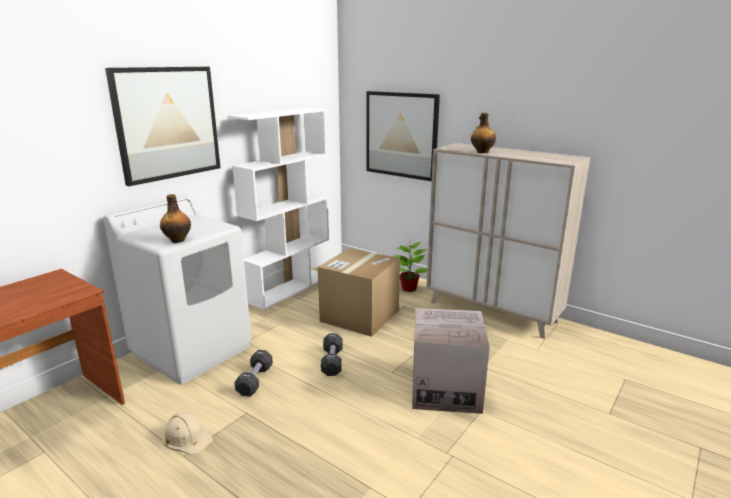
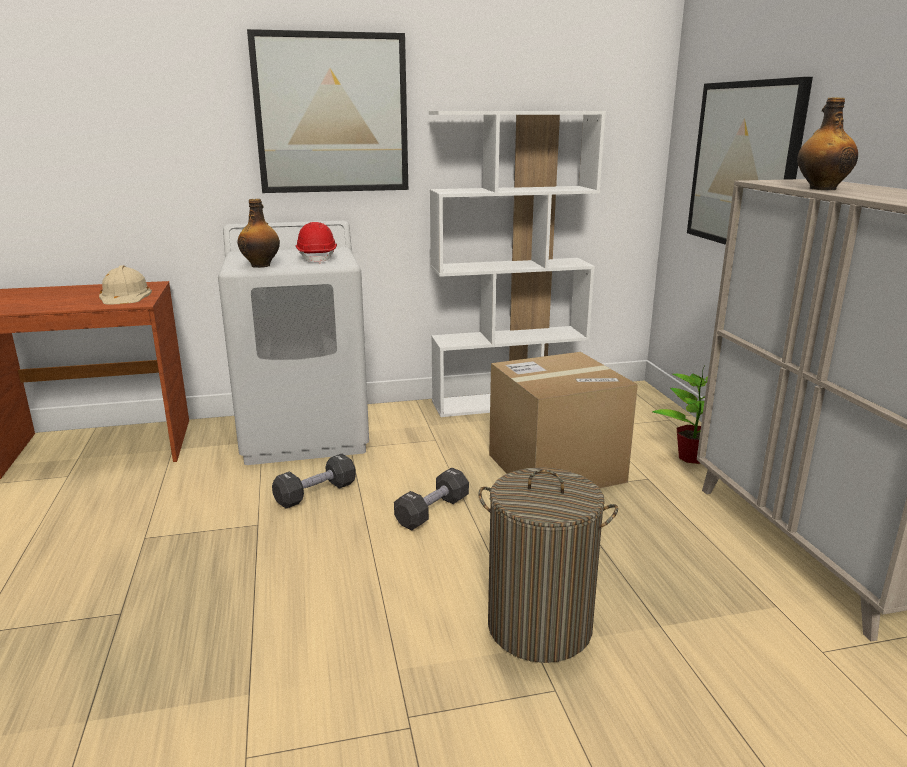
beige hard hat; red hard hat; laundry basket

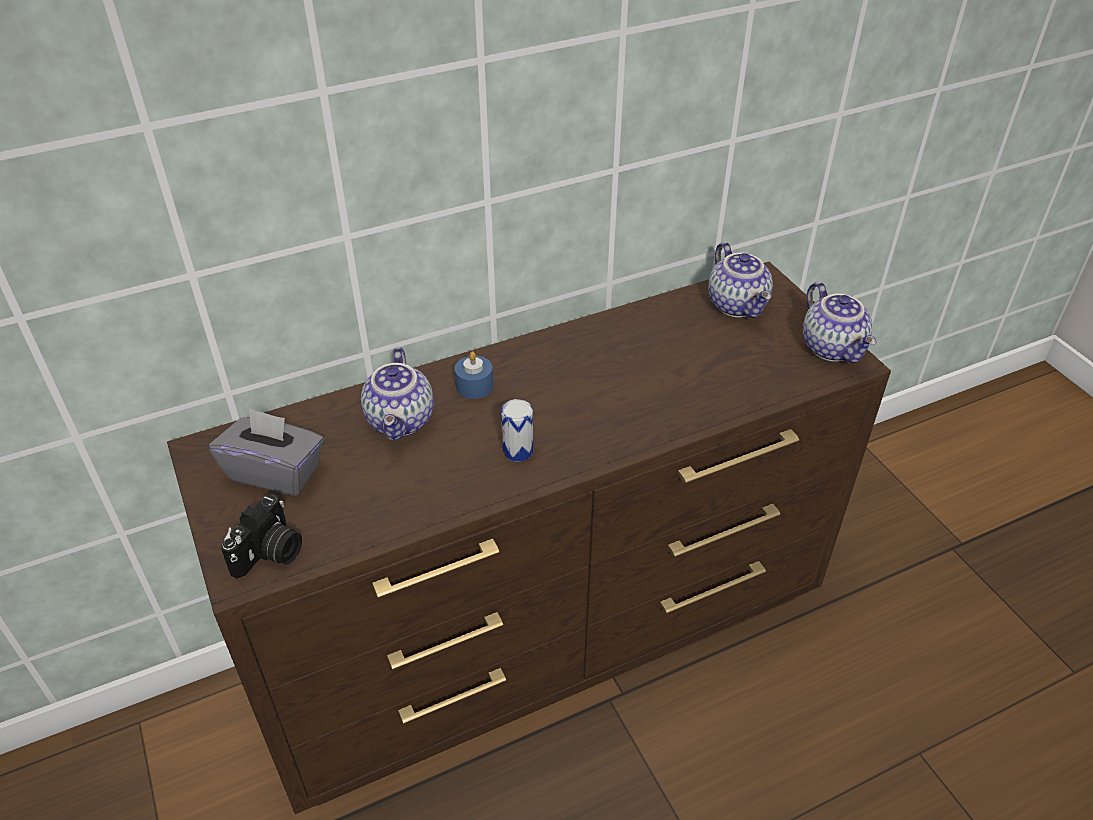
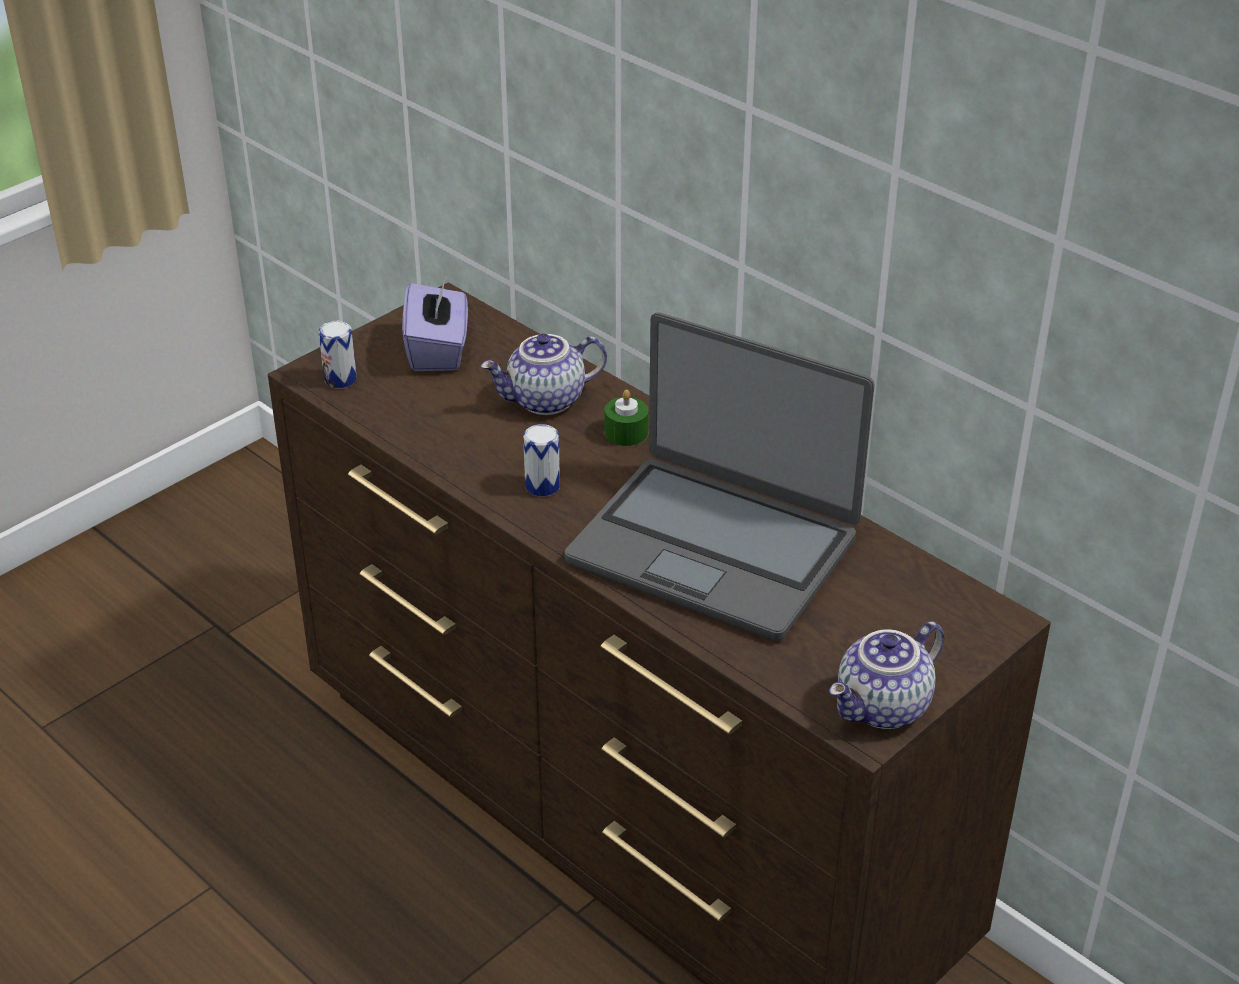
can (no. 1 from left); purple tissue box; laptop; green candle; teapot (no. 2 from left in the first image)

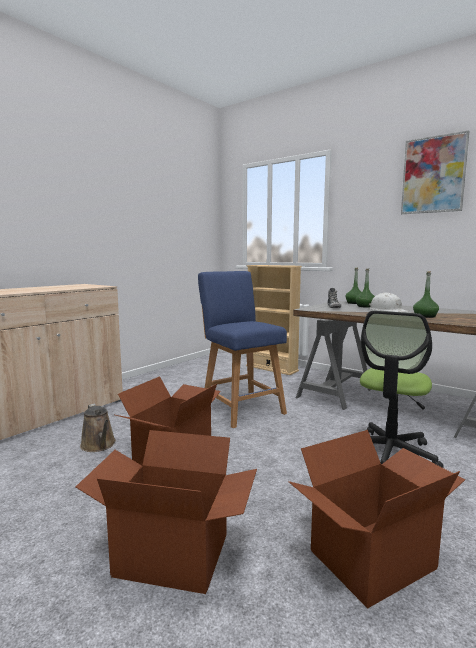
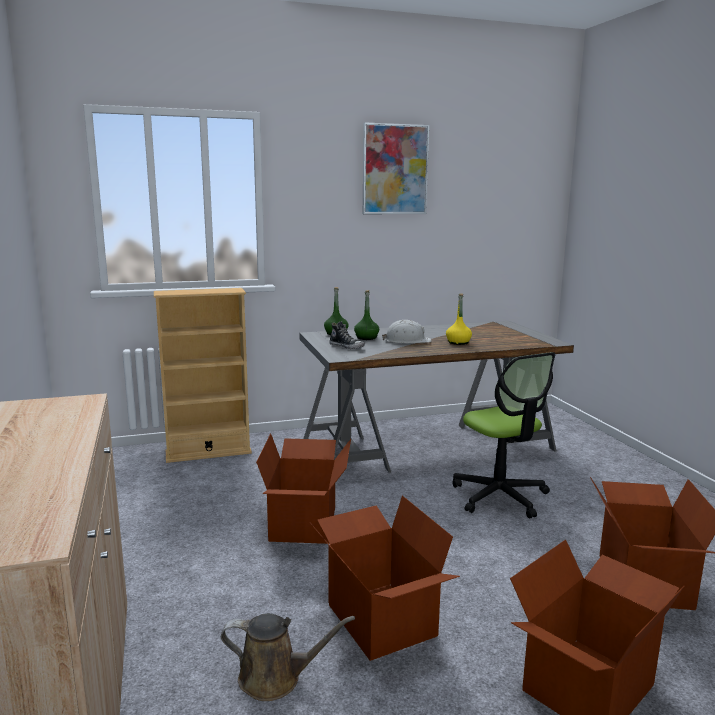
cardboard box (no. 1 from left); yellow bottle

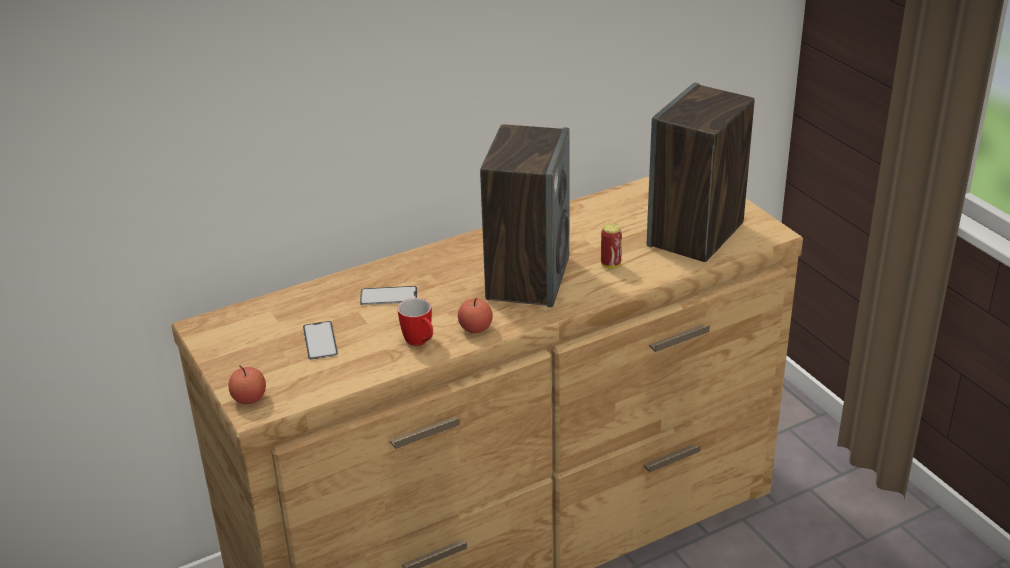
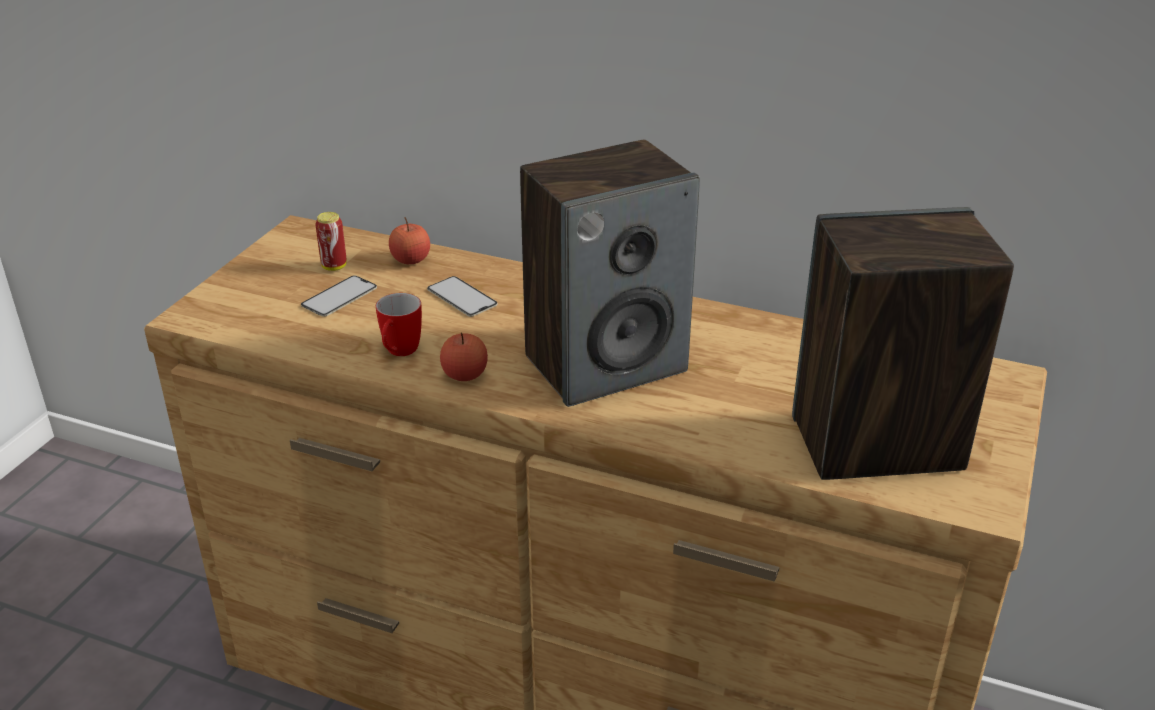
can; apple (no. 1 from left)

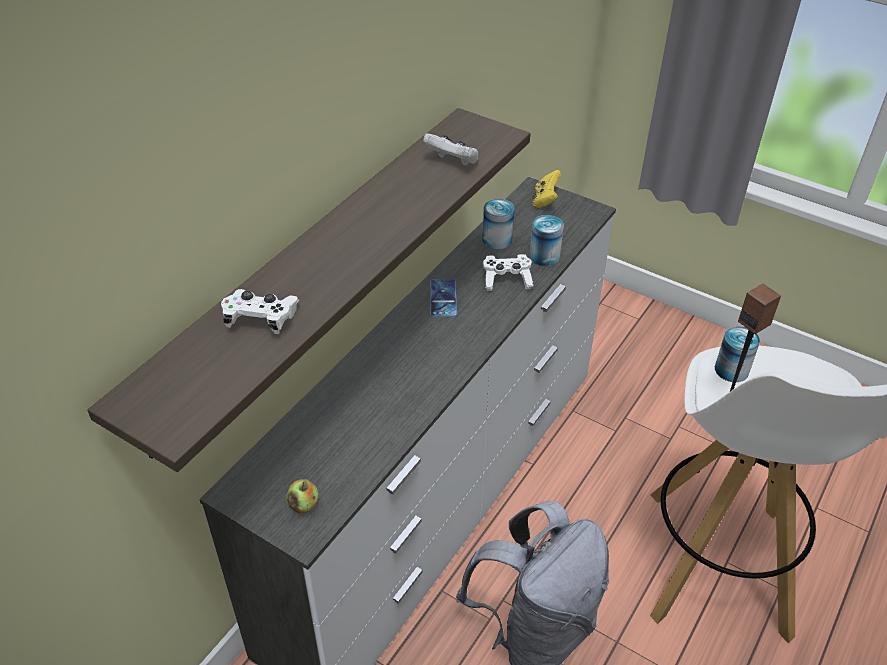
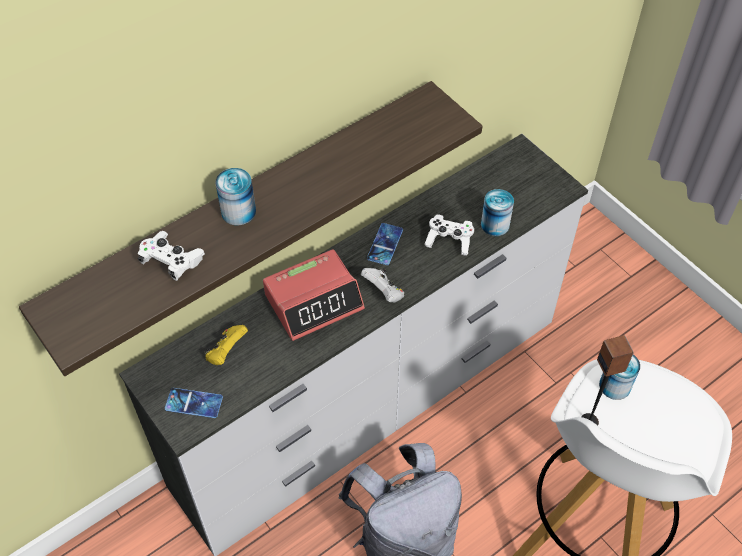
phone (no. 1 from left); yellow game controller; can (no. 1 from left); alarm clock; white game controller (no. 2 from left)

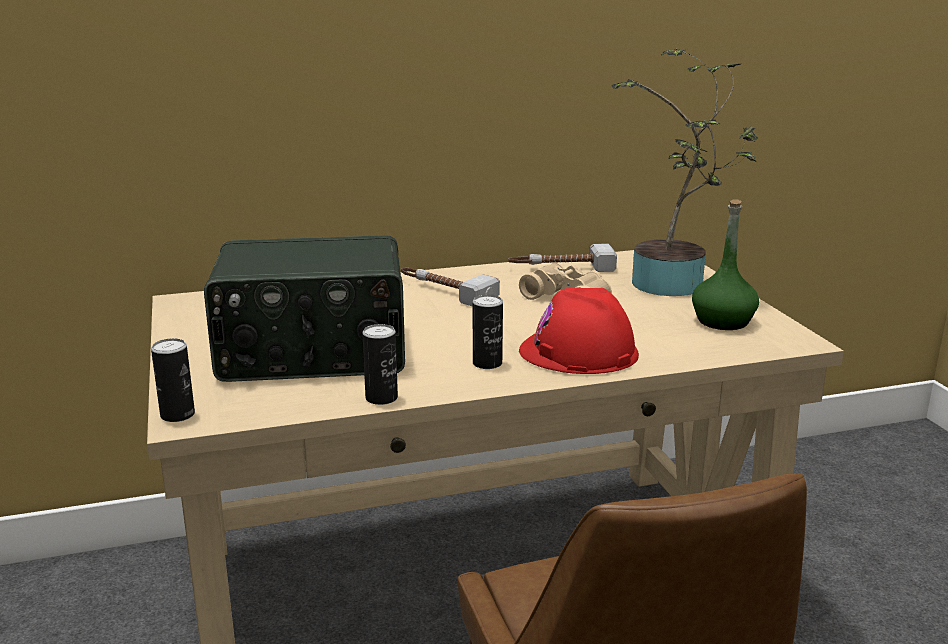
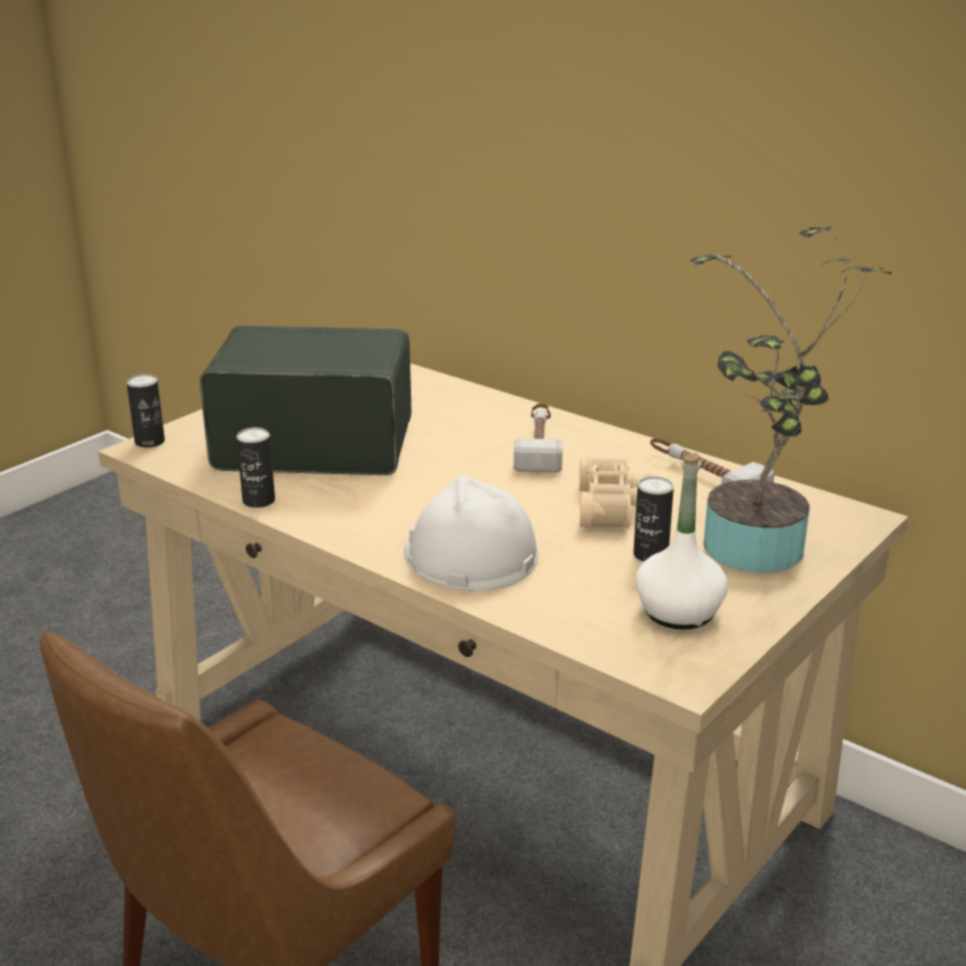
radio; white hard hat; can (no. 3 from left); white bottle

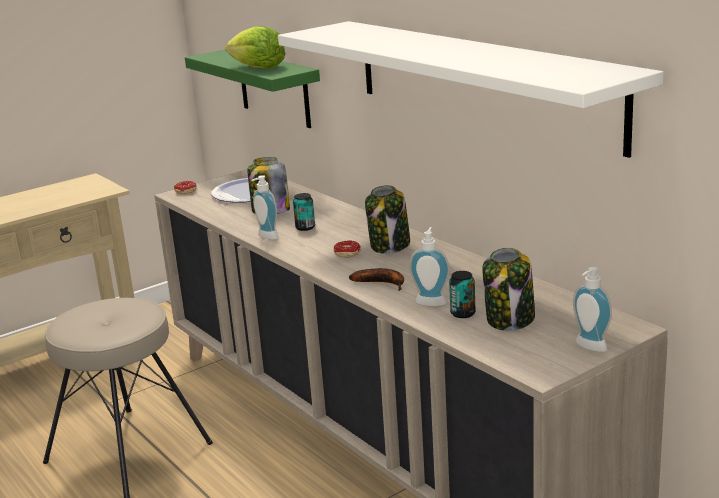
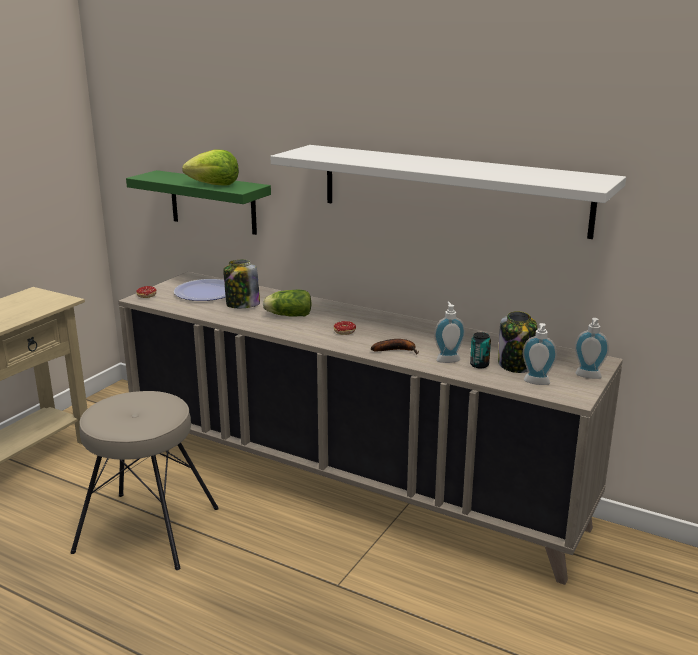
lettuce (no. 2 from left); soap dispenser (no. 2 from left); jar (no. 2 from left in the first image)

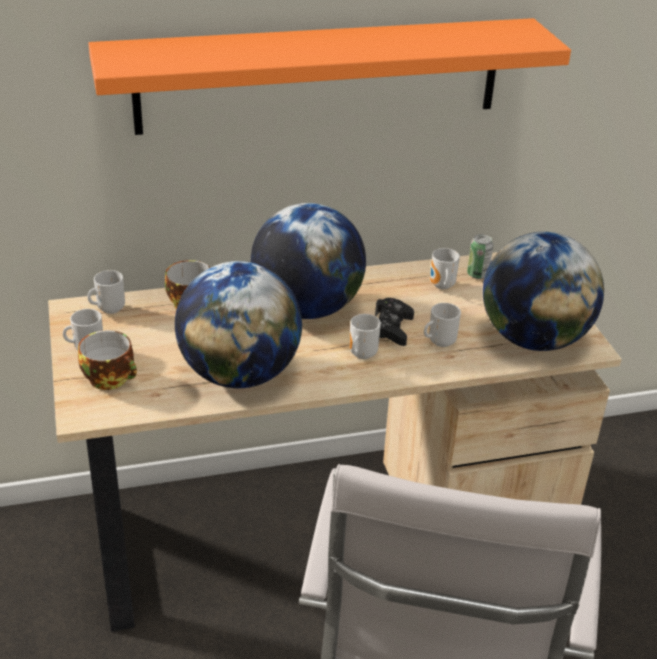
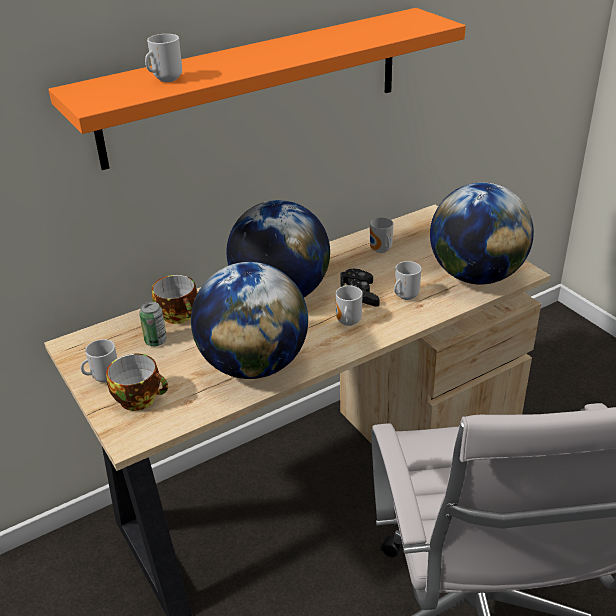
can; mug (no. 2 from left)

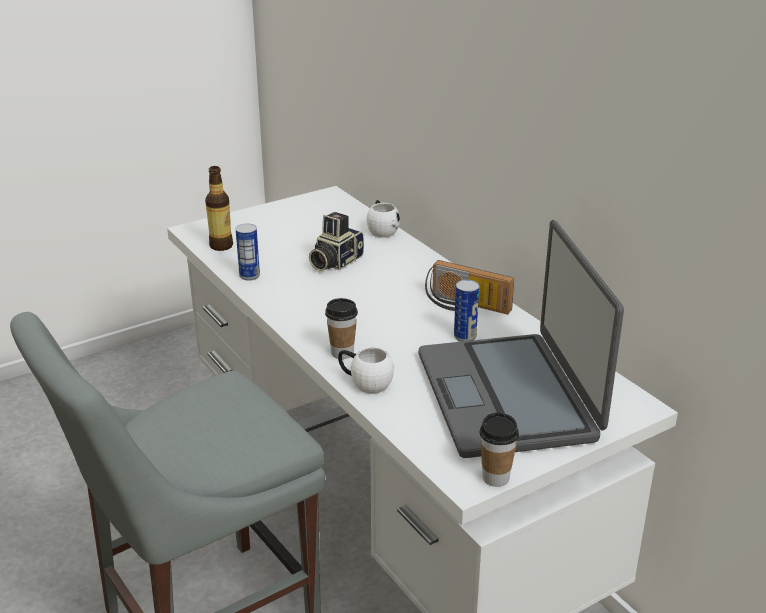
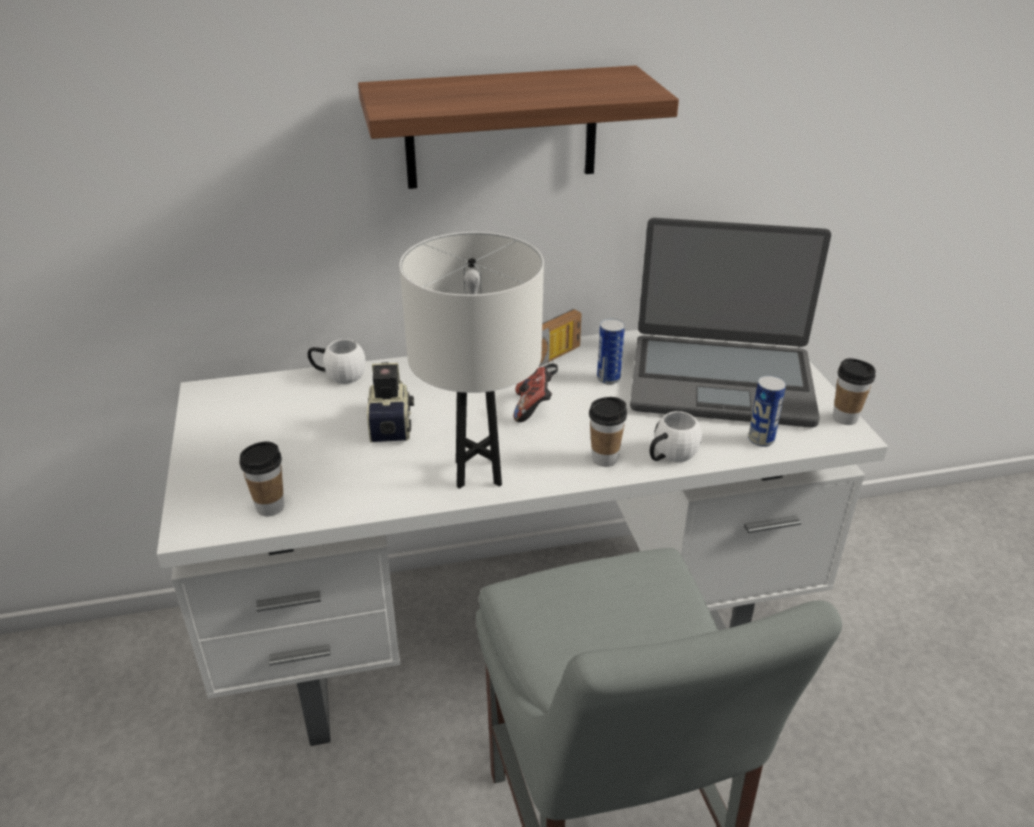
cup (no. 1 from left); shelf; photo camera; white table lamp; game controller; can (no. 2 from left)

